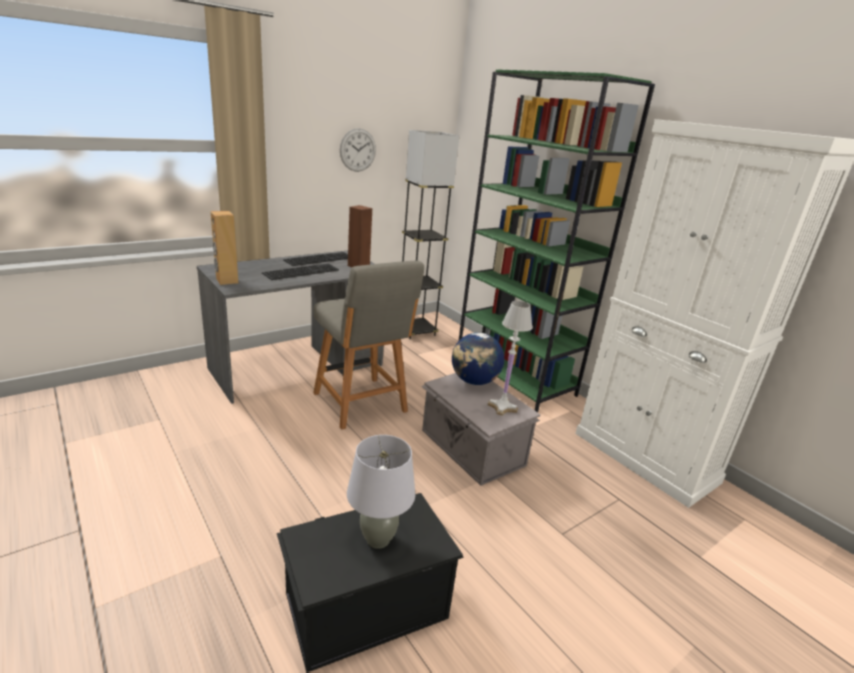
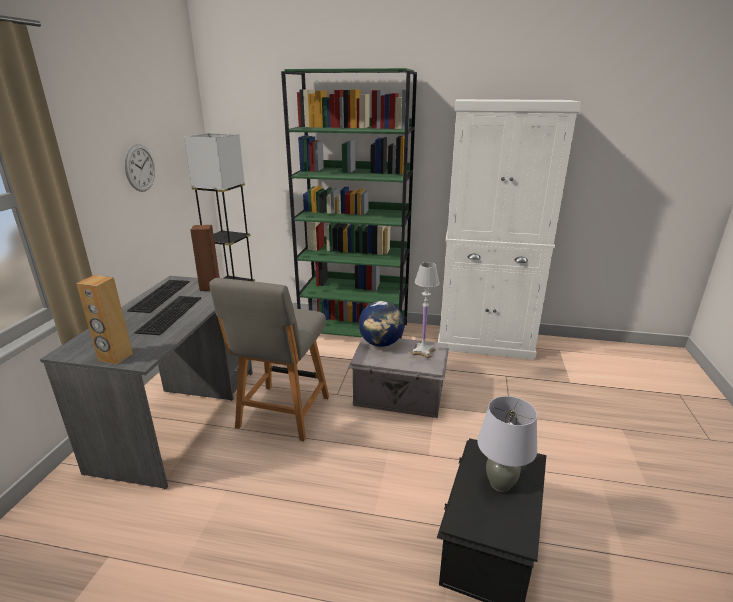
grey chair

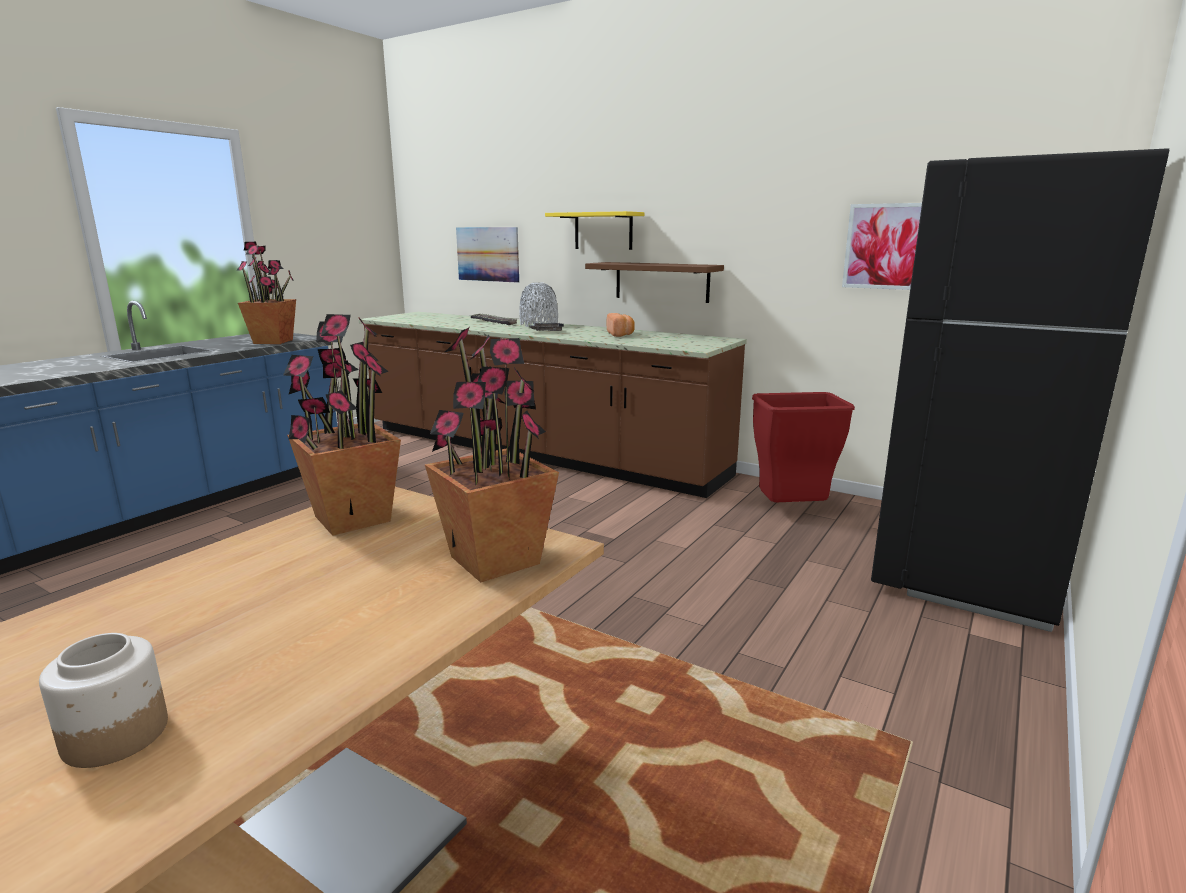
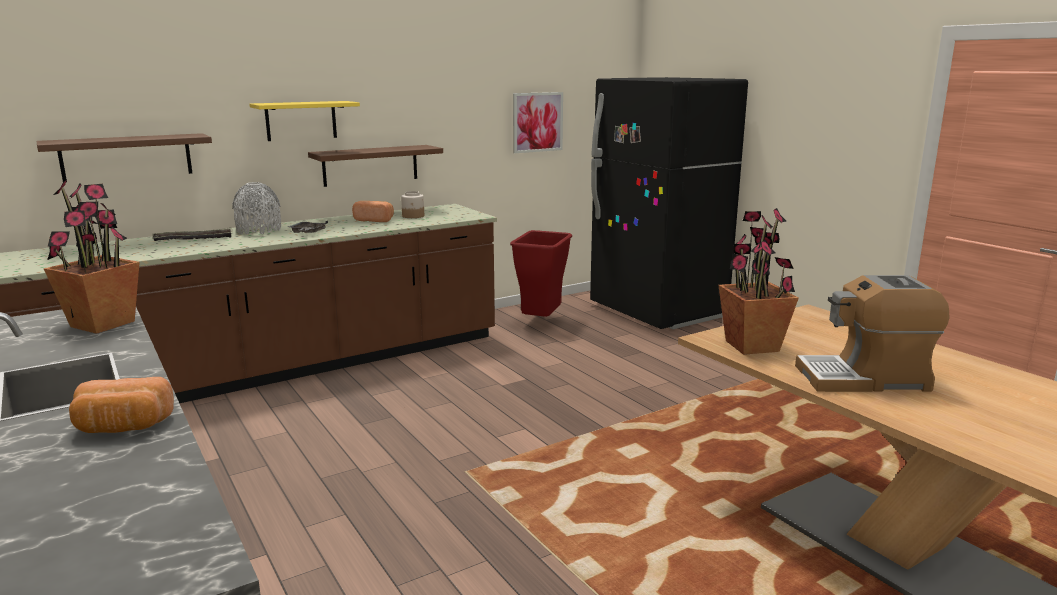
brown shelf (no. 1 from left); bread (no. 1 from left); jar; coffee machine; potted plant (no. 3 from left in the first image)

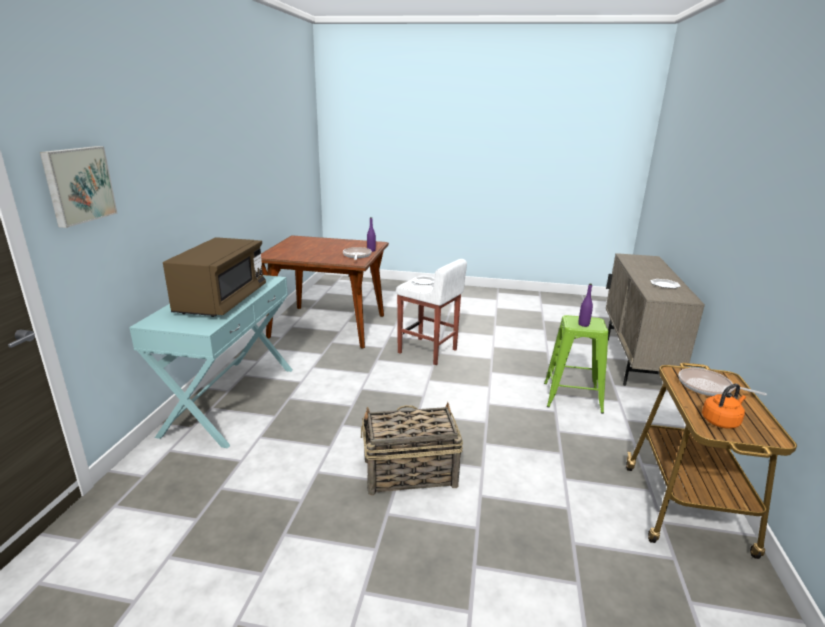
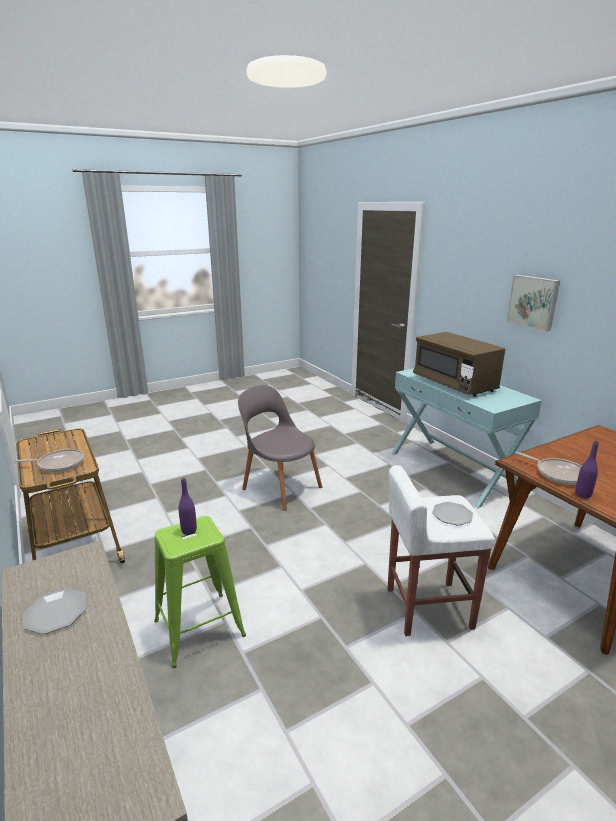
grey chair; picture; orange kettle

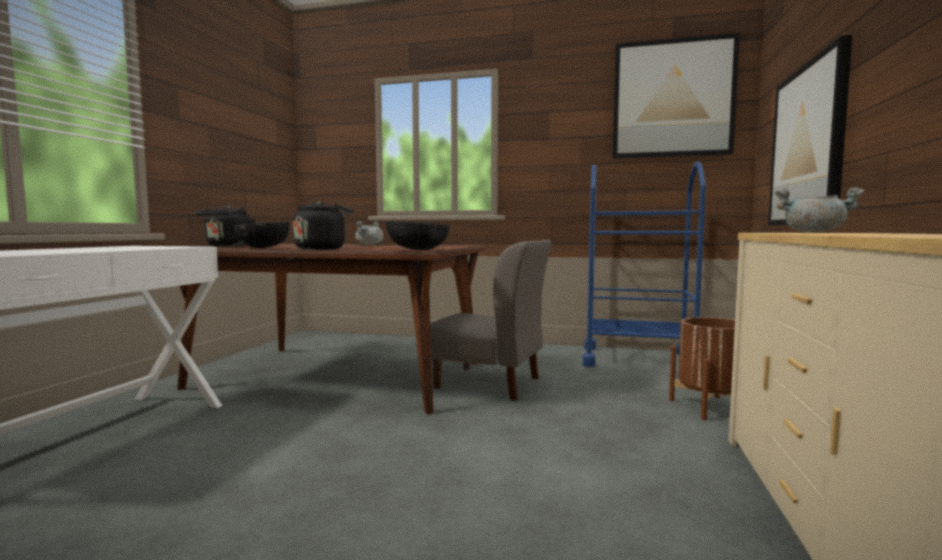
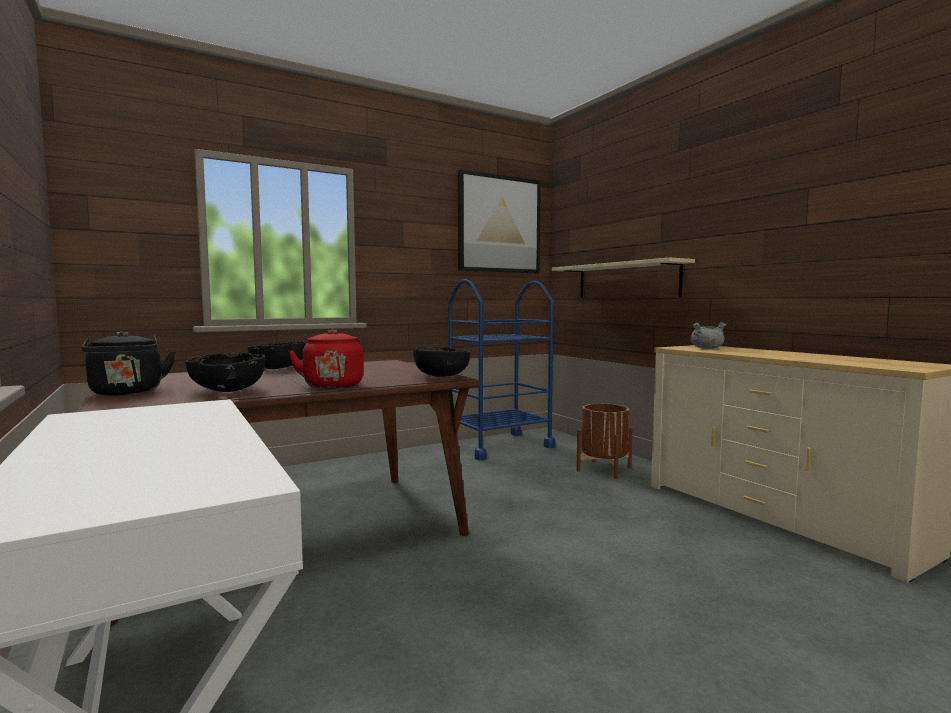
black bowl (no. 2 from left); red kettle; beige shelf; grey chair

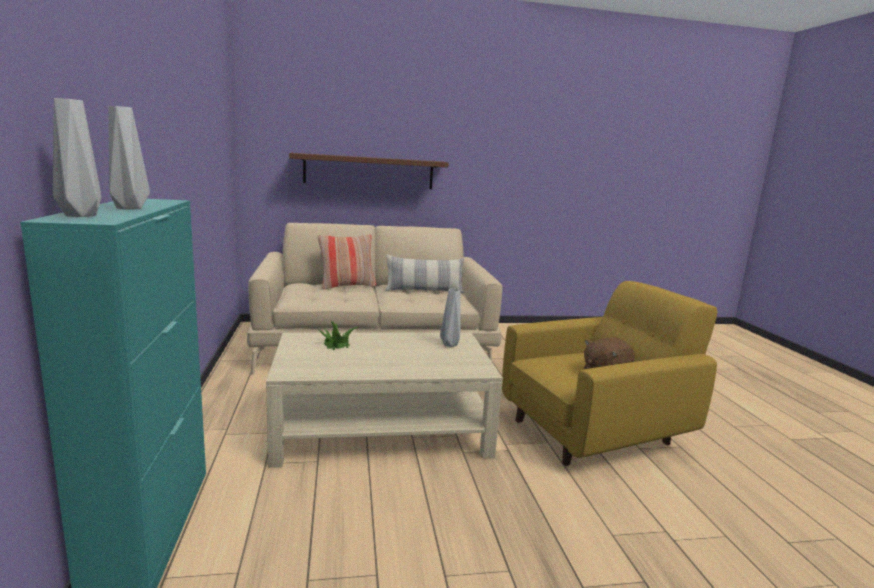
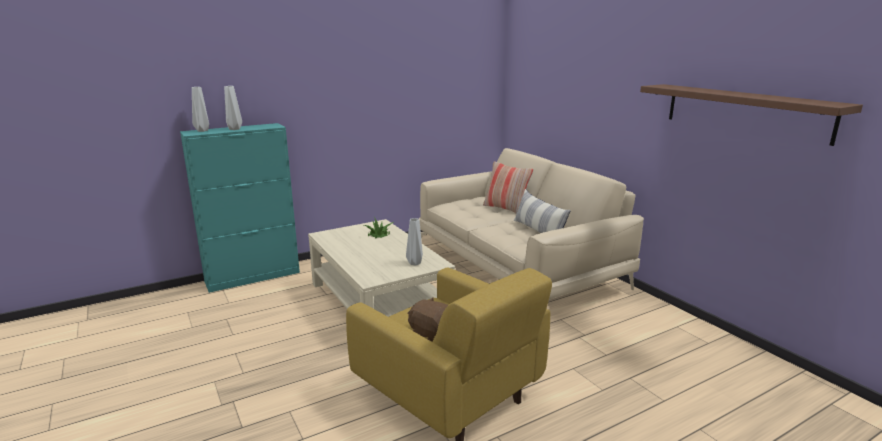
brown shelf

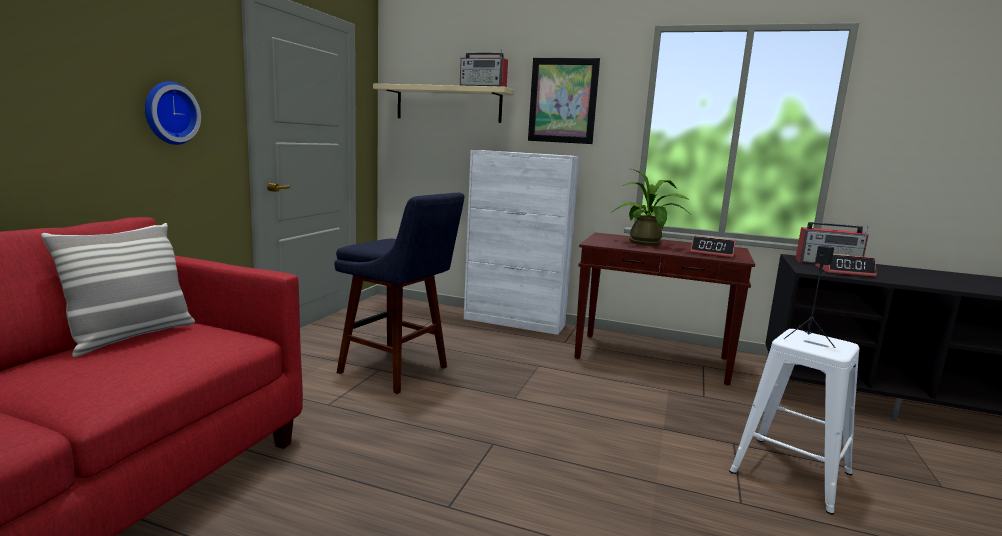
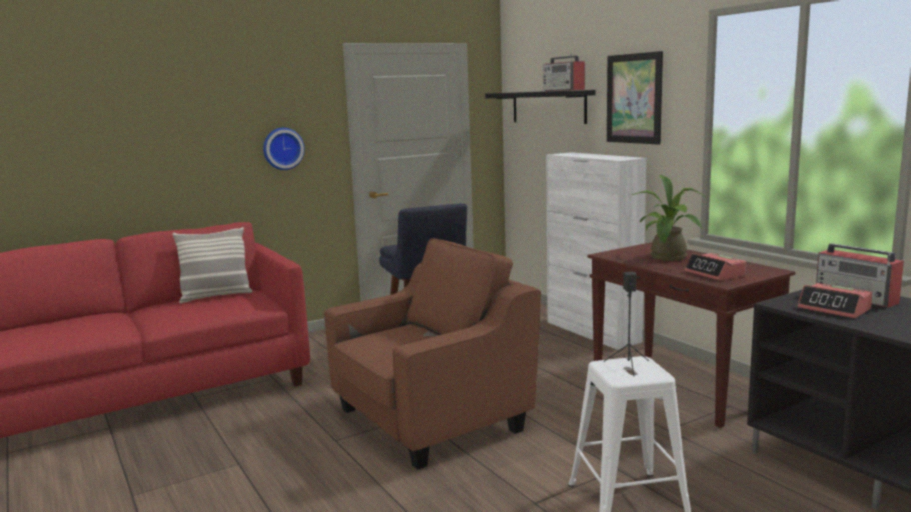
brown armchair; black shelf

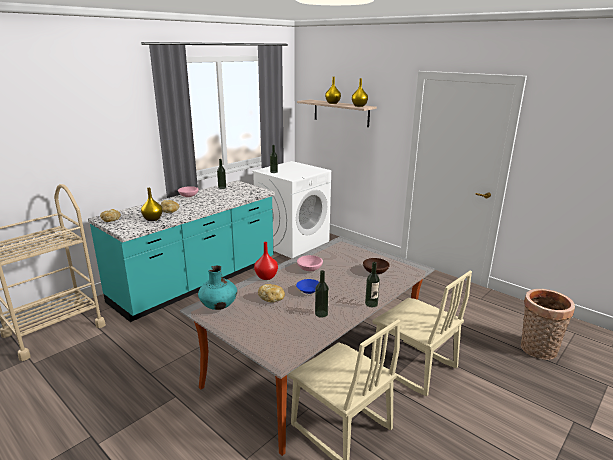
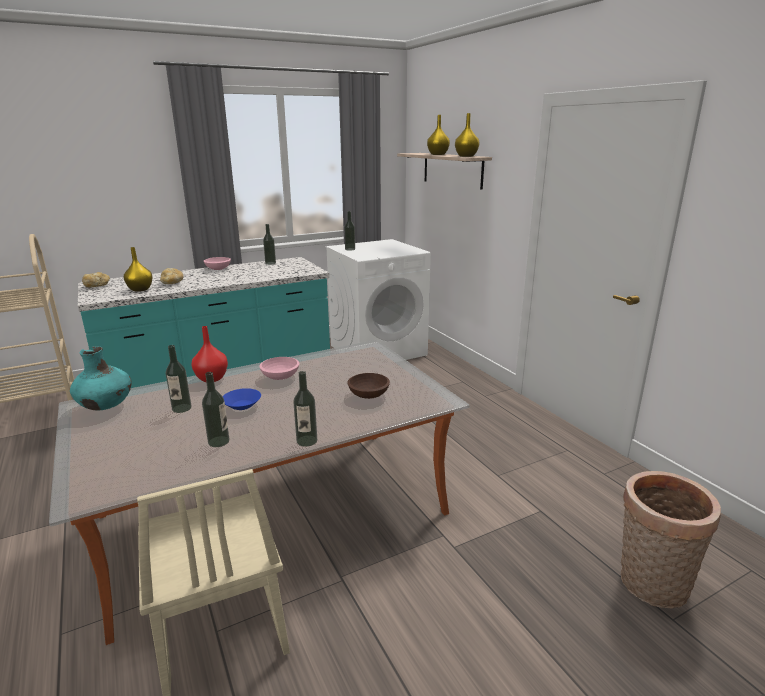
bottle (no. 1 from left); beige chair (no. 2 from left in the first image)

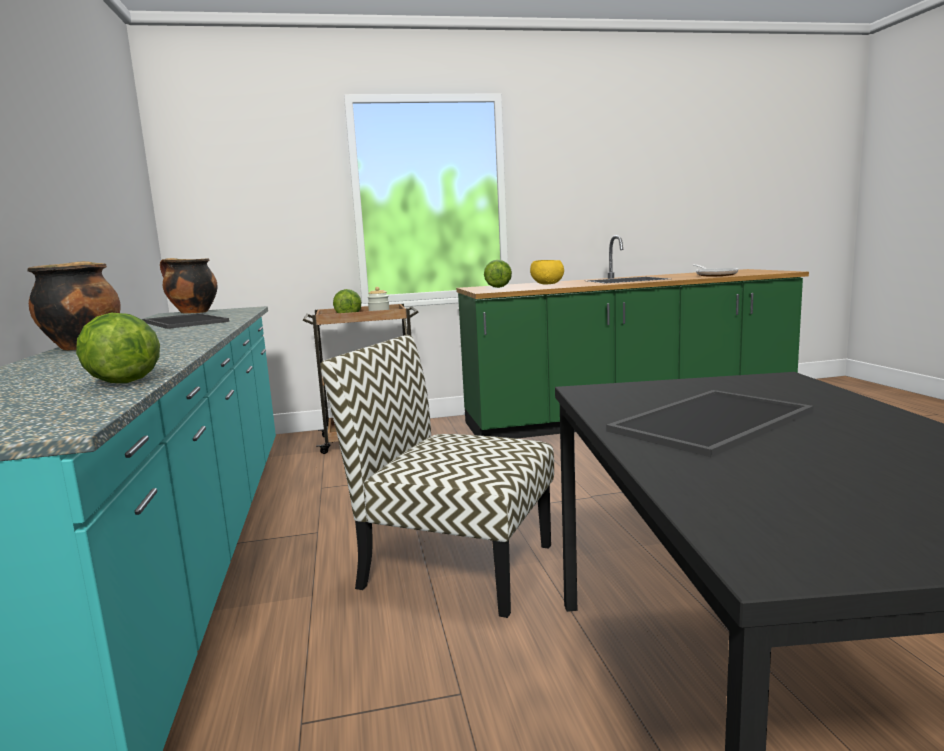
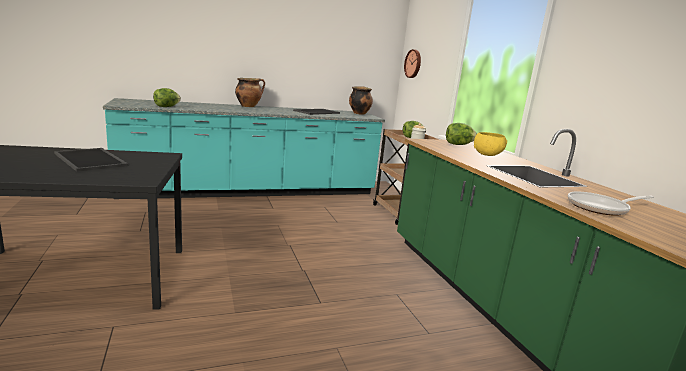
wall clock; chair

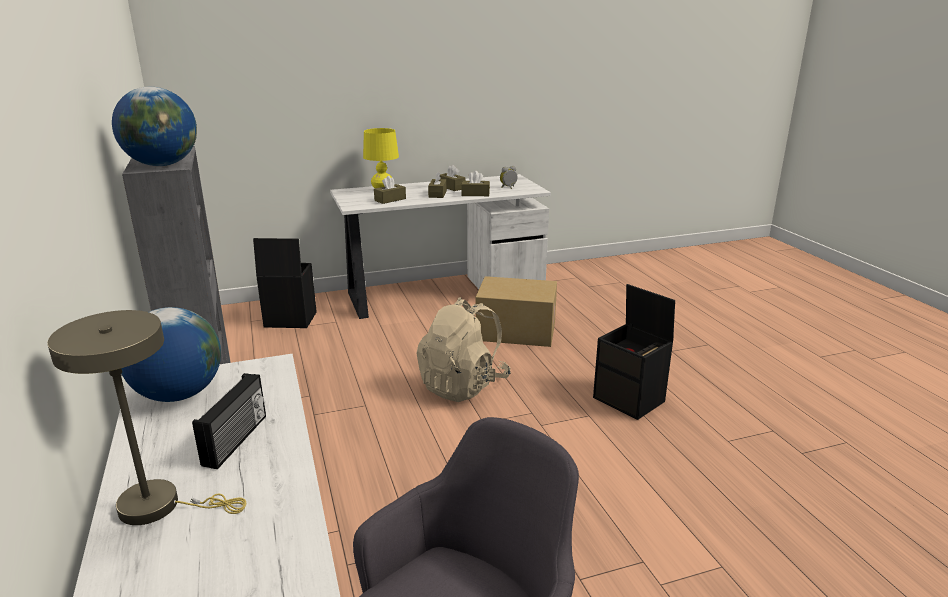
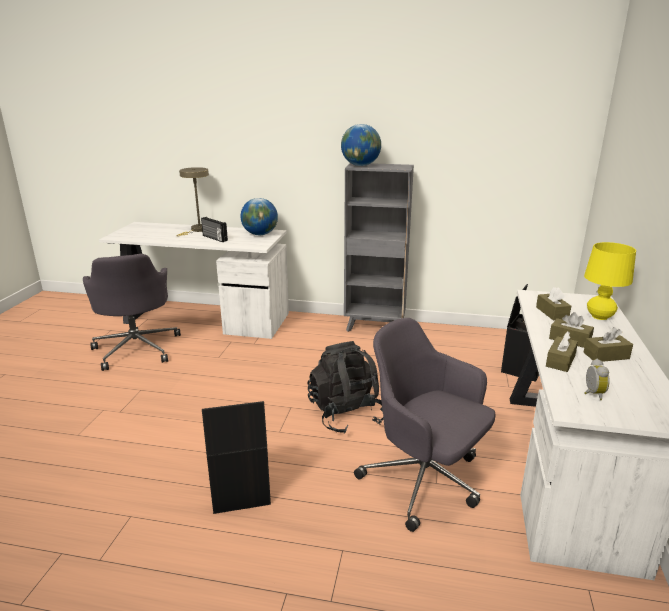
black backpack; grey office chair (no. 2 from left)

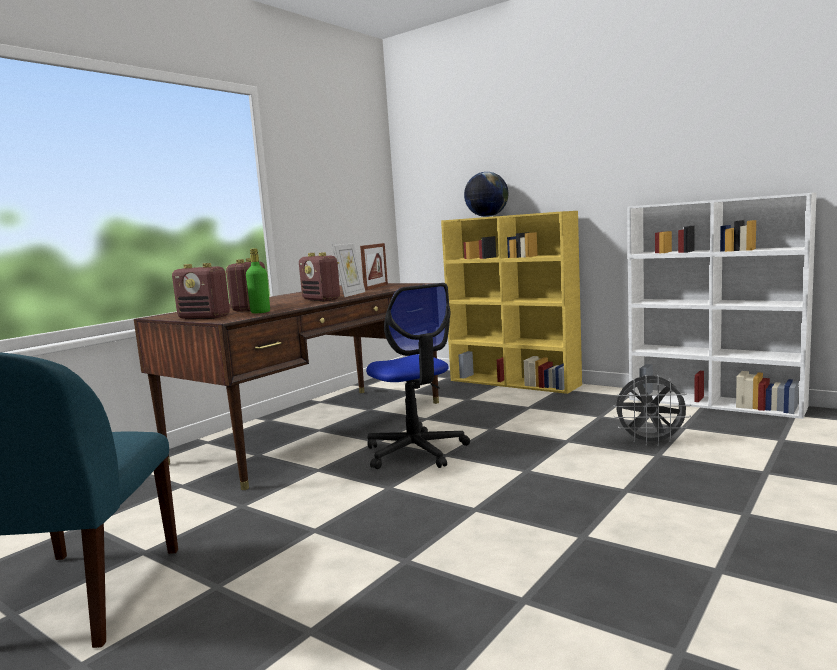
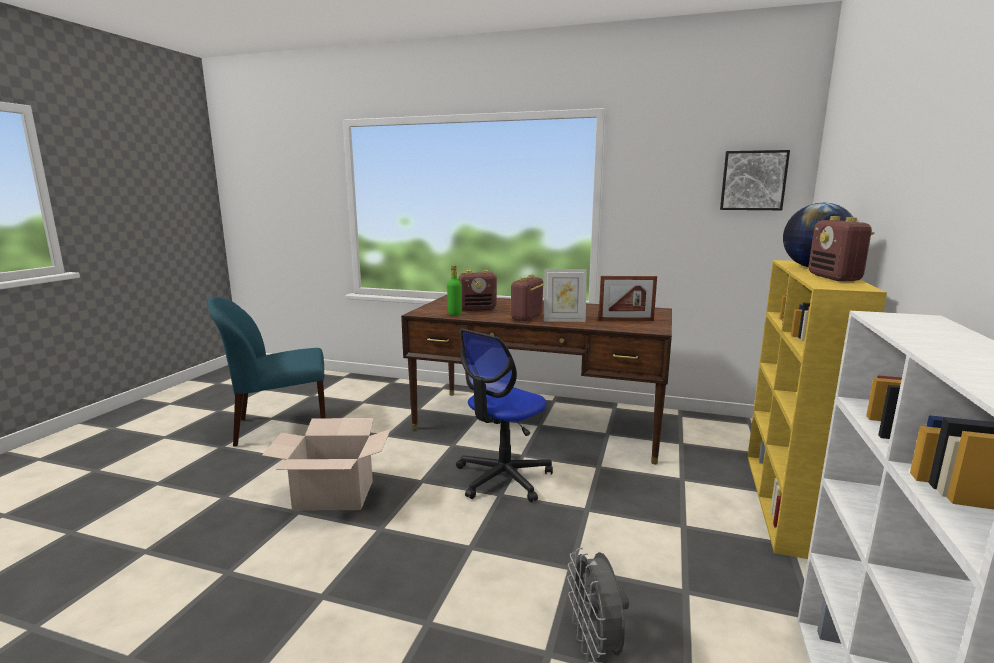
cardboard box; picture; radio (no. 3 from left)

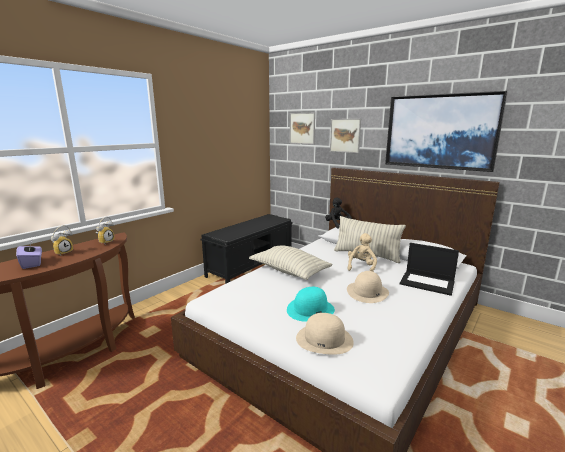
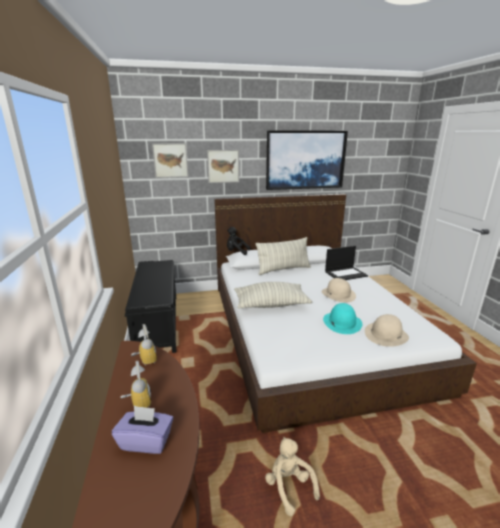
beige plush toy

